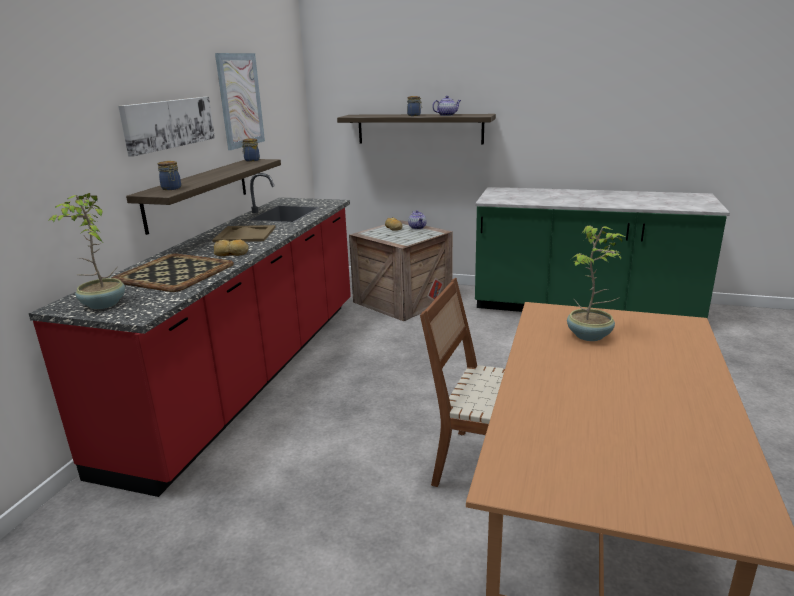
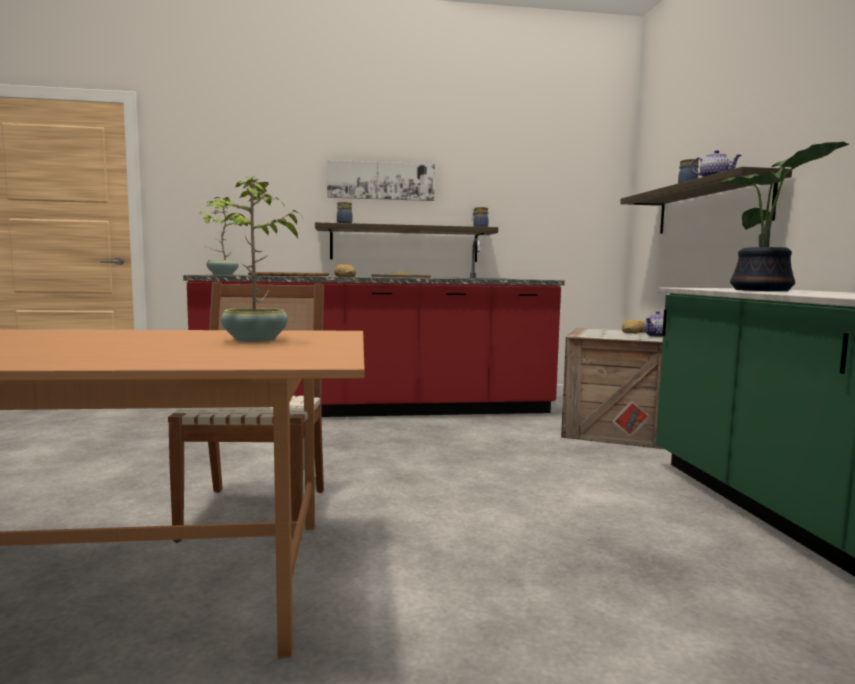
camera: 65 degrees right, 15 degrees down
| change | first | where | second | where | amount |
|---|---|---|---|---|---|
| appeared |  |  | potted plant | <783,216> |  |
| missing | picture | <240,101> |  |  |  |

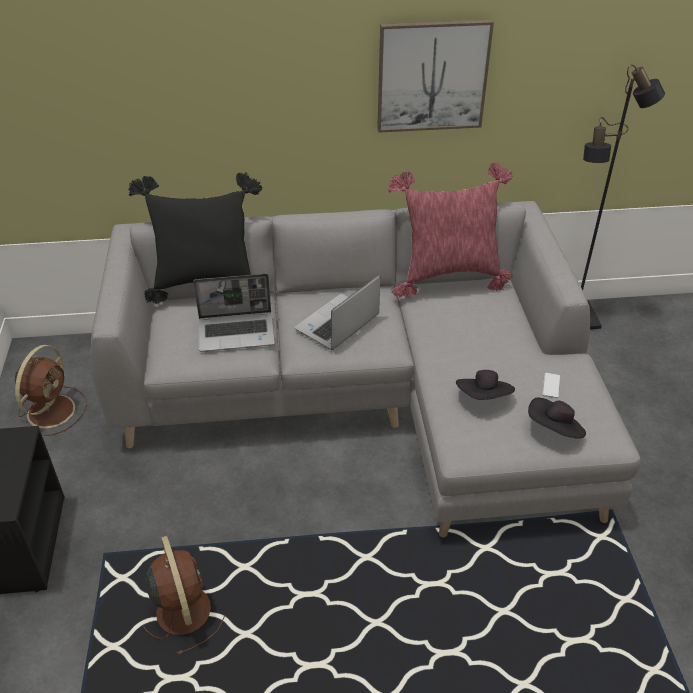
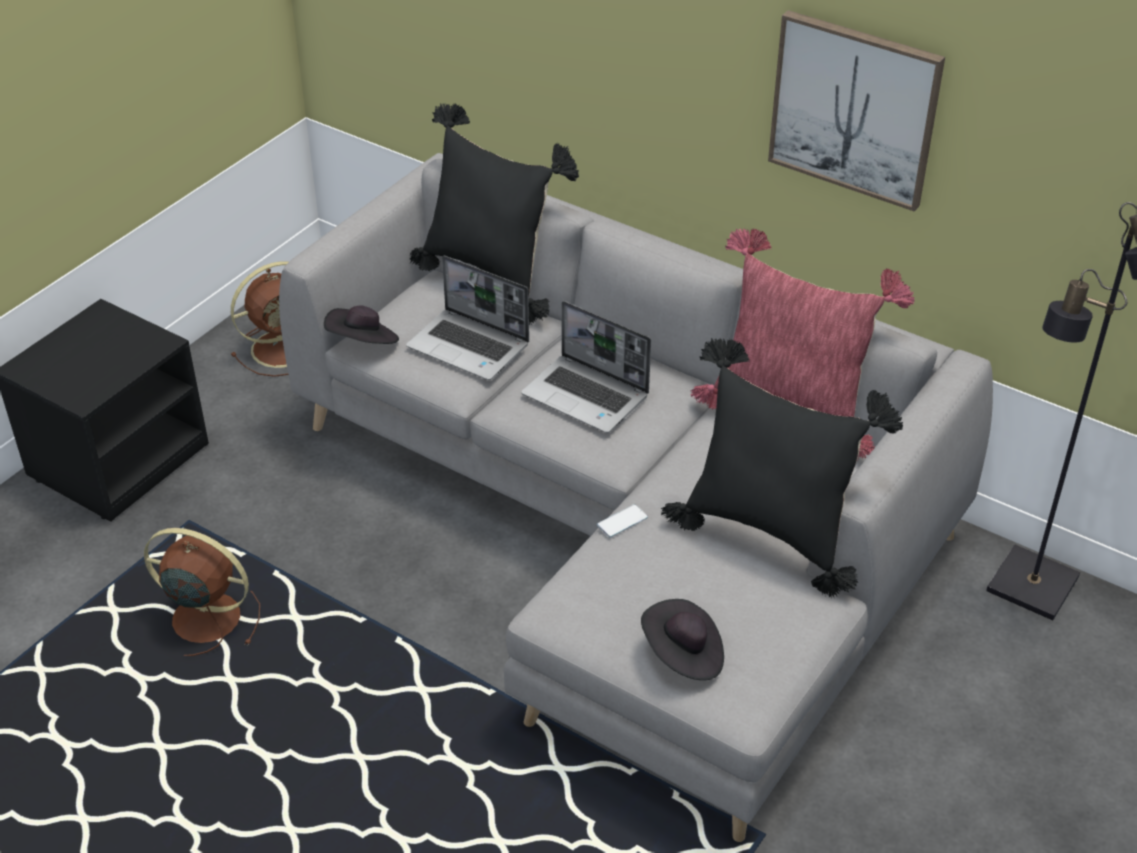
camera: 40 degrees right, 0 degrees up
| change | first | where | second | where | amount |
|---|---|---|---|---|---|
| spun | brown fan | <184,595> |  | <202,592> | 90 degrees counterclockwise |
| relocated | black hat | <485,385> |  | <361,324> |  |
| spun | laptop | <337,312> |  | <586,367> | 135 degrees counterclockwise |
| relocated | phone | <551,385> |  | <622,520> |  |
| appeared |  |  | black pillow | <782,468> |  |

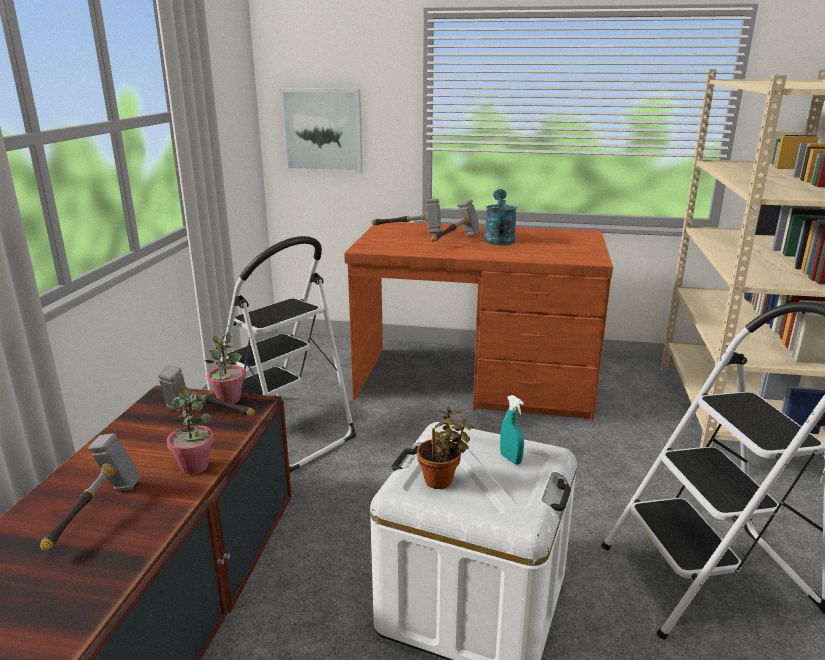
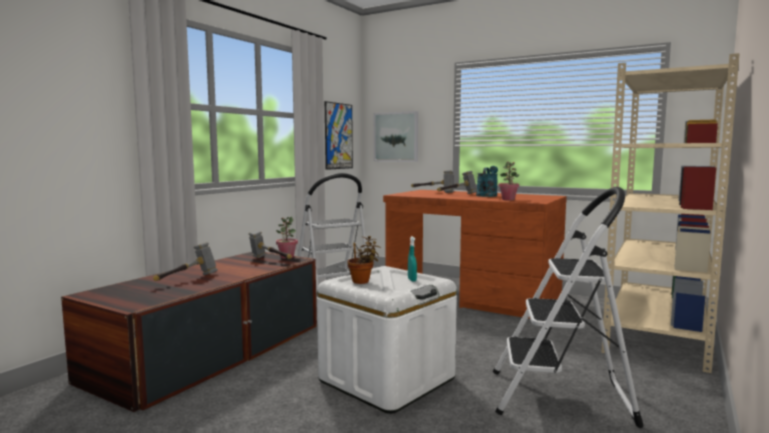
camera: 20 degrees right, 15 degrees down
| change | first | where | second | where | amount |
|---|---|---|---|---|---|
| appeared |  |  | picture | <339,135> |  |
| relocated | potted plant | <190,432> |  | <509,180> |  |

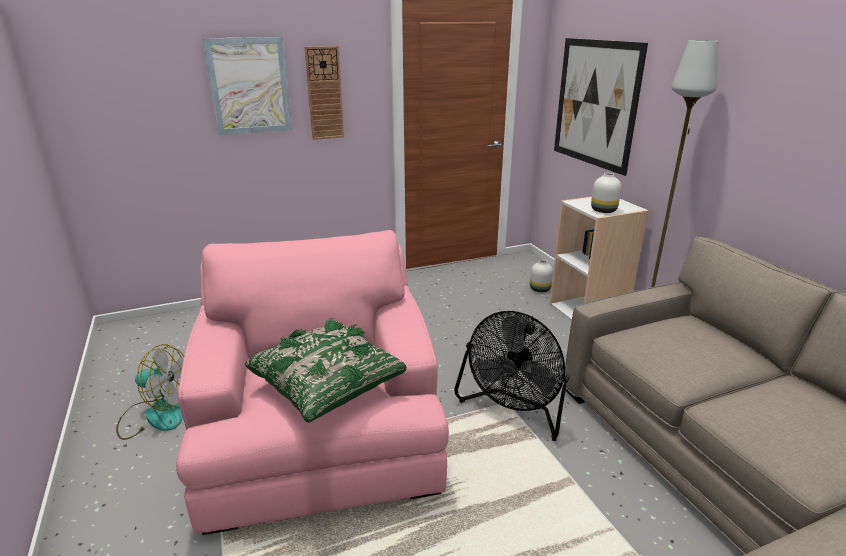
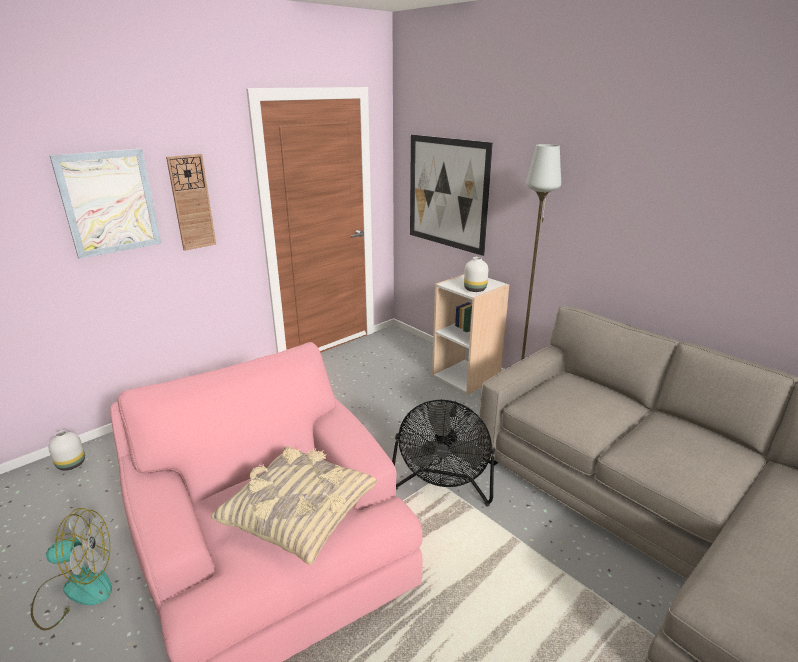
camera: 20 degrees left, 0 degrees up
| change | first | where | second | where | amount |
|---|---|---|---|---|---|
| relocated | white vase | <541,276> |  | <67,450> |  |
| colour | green pillow | <326,370> | beige pillow | <294,505> |  |

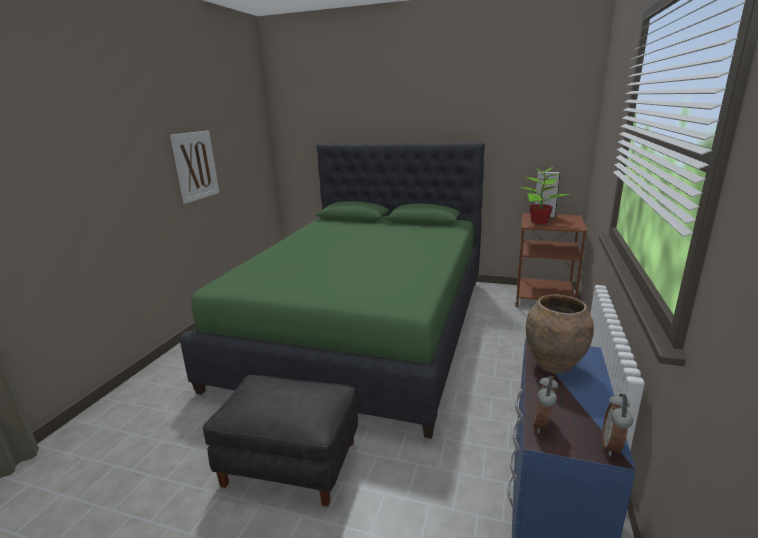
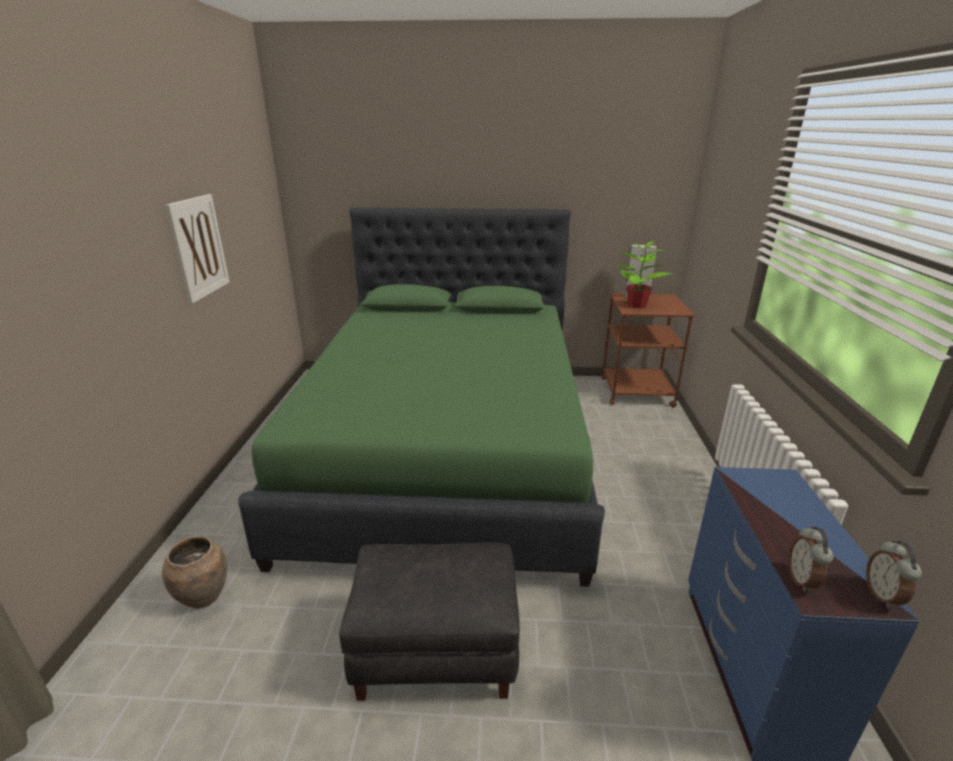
camera: 15 degrees left, 5 degrees up
| change | first | where | second | where | amount |
|---|---|---|---|---|---|
| relocated | brown vase | <560,334> |  | <194,572> |  |

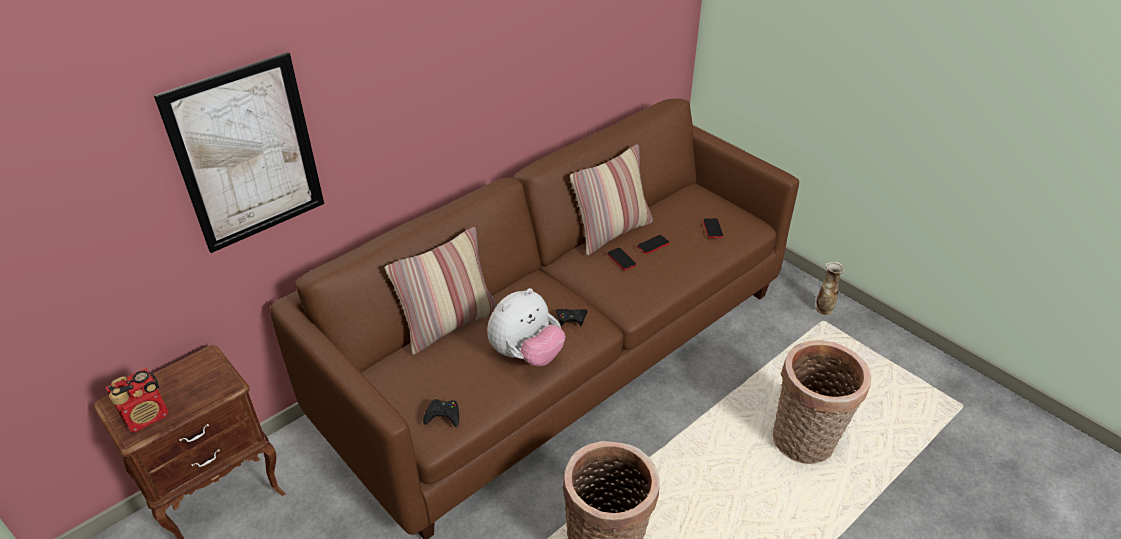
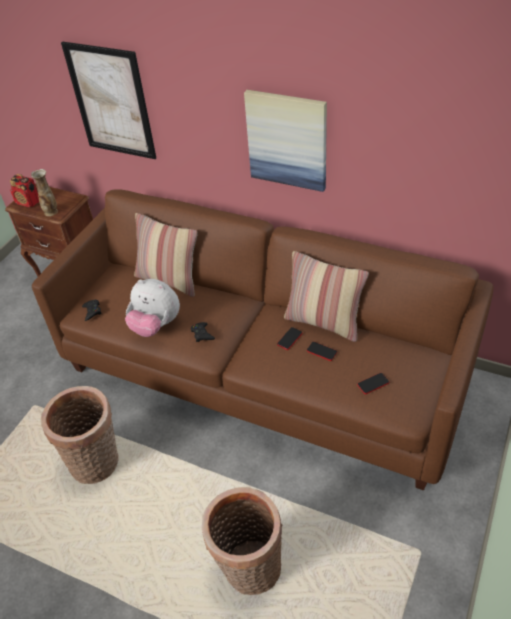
camera: 70 degrees right, 5 degrees up
| change | first | where | second | where | amount |
|---|---|---|---|---|---|
| relocated | vase | <830,288> |  | <44,192> |  |
| appeared |  |  | picture | <285,141> |  |

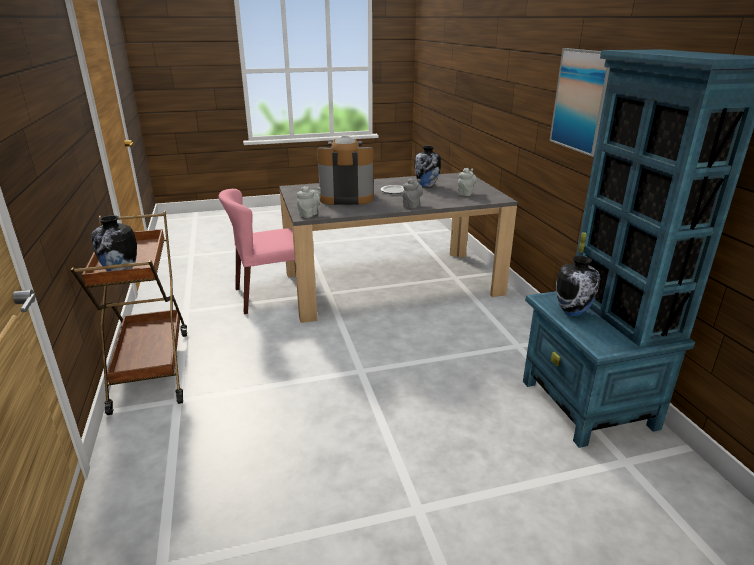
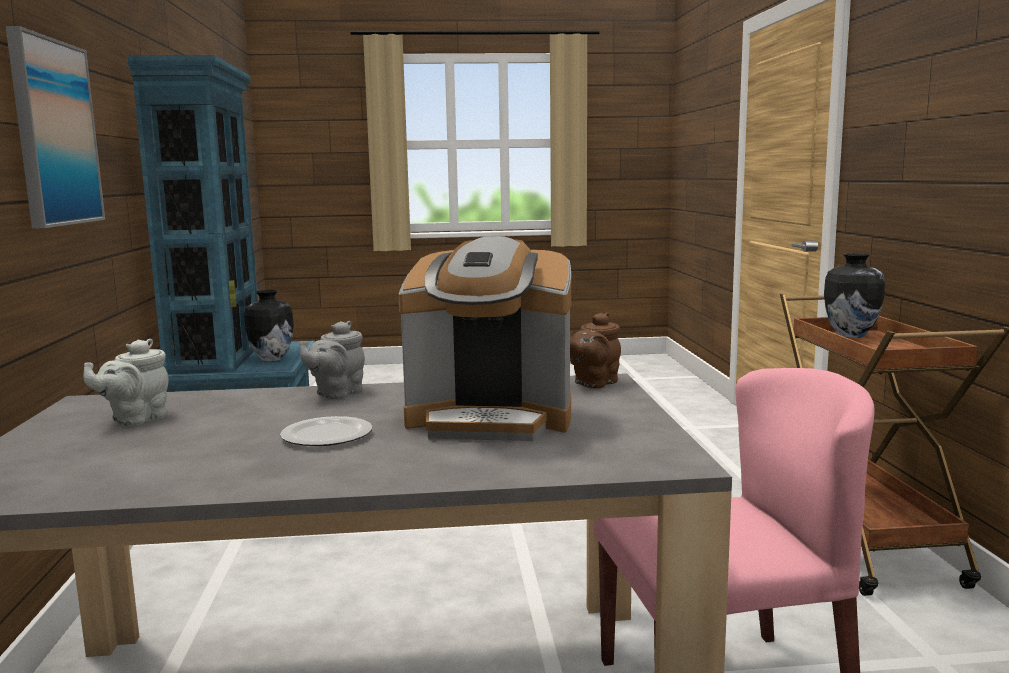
camera: 170 degrees left, 15 degrees down
| change | first | where | second | where | amount |
|---|---|---|---|---|---|
| colour | grey teapot | <309,202> | brown teapot | <595,350> |  |
| missing | vase | <427,166> |  |  |  |

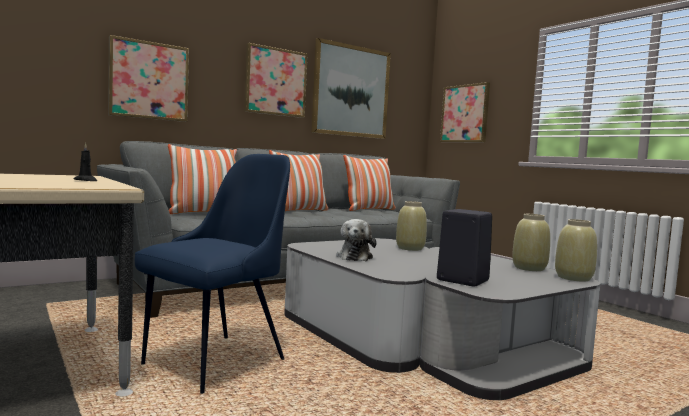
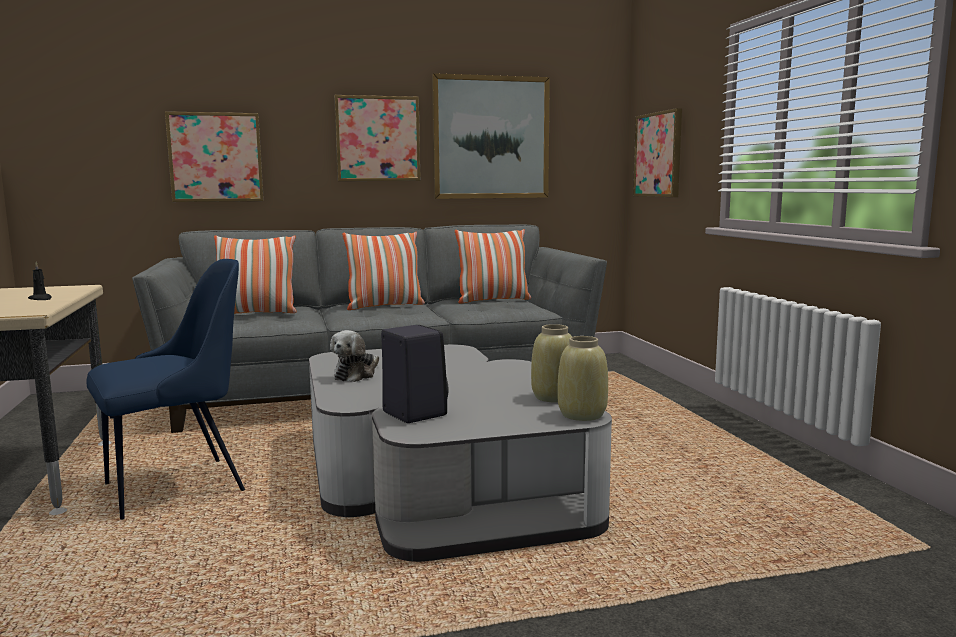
camera: 20 degrees right, 5 degrees up
| change | first | where | second | where | amount |
|---|---|---|---|---|---|
| missing | beige vase | <411,226> |  |  |  |

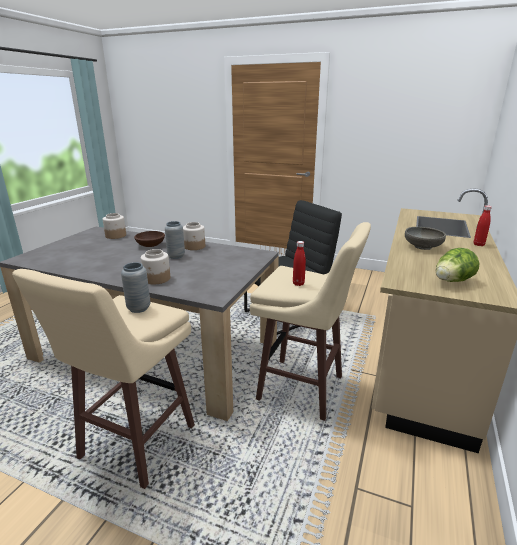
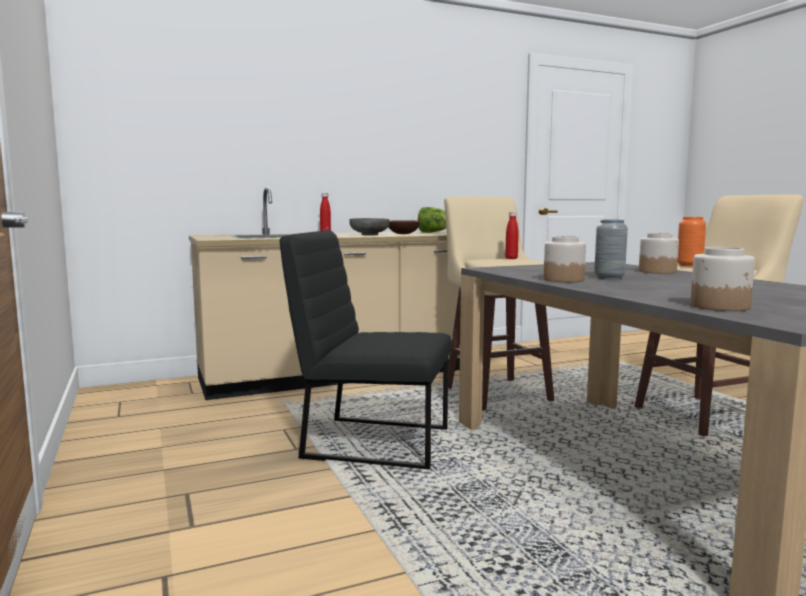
camera: 135 degrees left, 15 degrees down
| change | first | where | second | where | amount |
|---|---|---|---|---|---|
| relocated | brown bowl | <149,239> |  | <404,227> |  |
| colour | grey vase | <135,287> | orange vase | <692,242> |  |

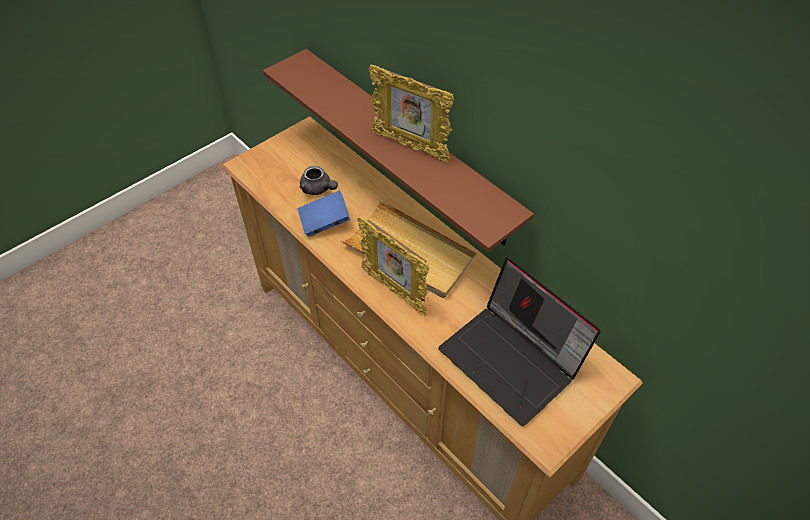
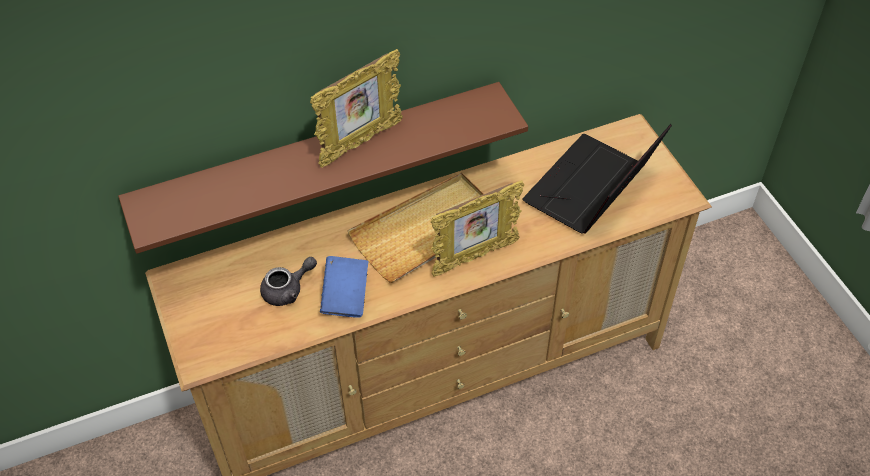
camera: 70 degrees left, 0 degrees up
| change | first | where | second | where | amount |
|---|---|---|---|---|---|
| spun | laptop | <519,341> |  | <597,179> | 150 degrees clockwise |

